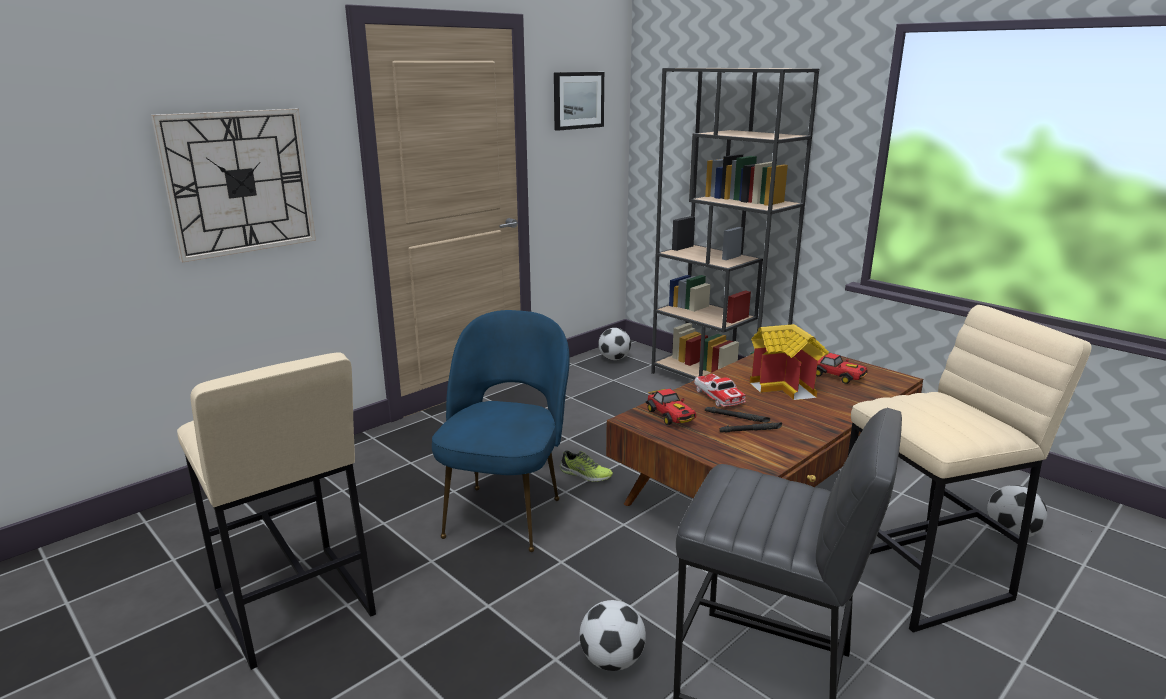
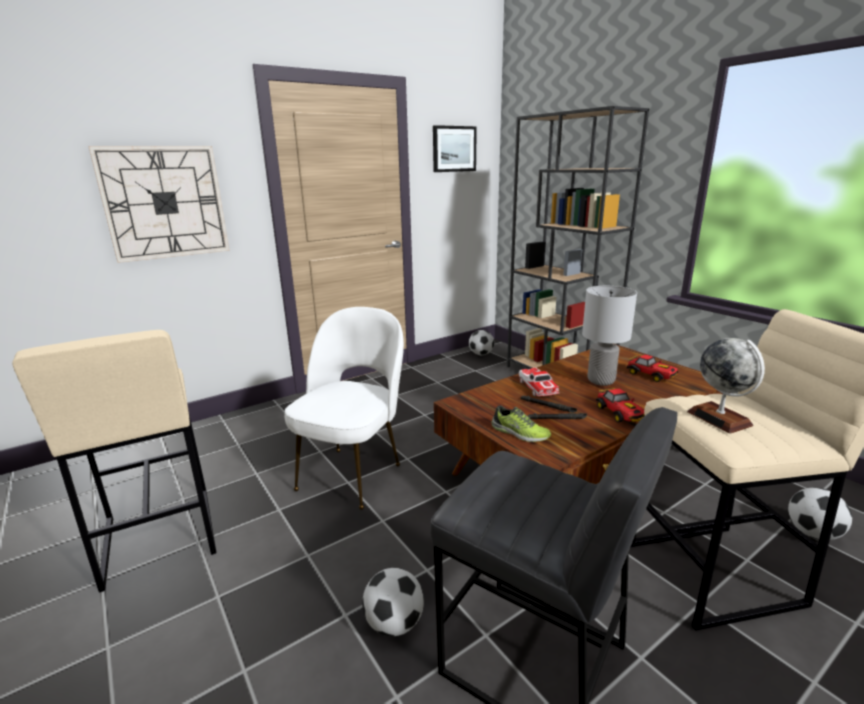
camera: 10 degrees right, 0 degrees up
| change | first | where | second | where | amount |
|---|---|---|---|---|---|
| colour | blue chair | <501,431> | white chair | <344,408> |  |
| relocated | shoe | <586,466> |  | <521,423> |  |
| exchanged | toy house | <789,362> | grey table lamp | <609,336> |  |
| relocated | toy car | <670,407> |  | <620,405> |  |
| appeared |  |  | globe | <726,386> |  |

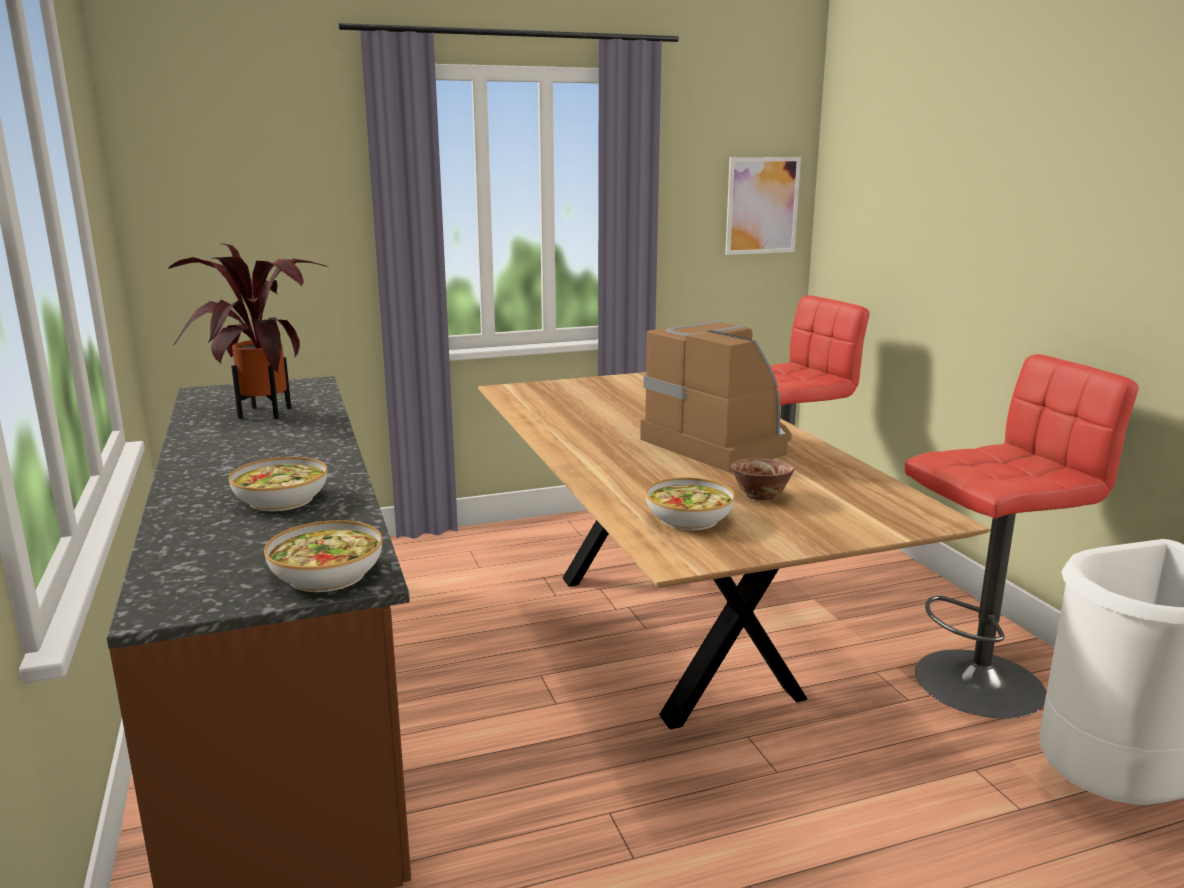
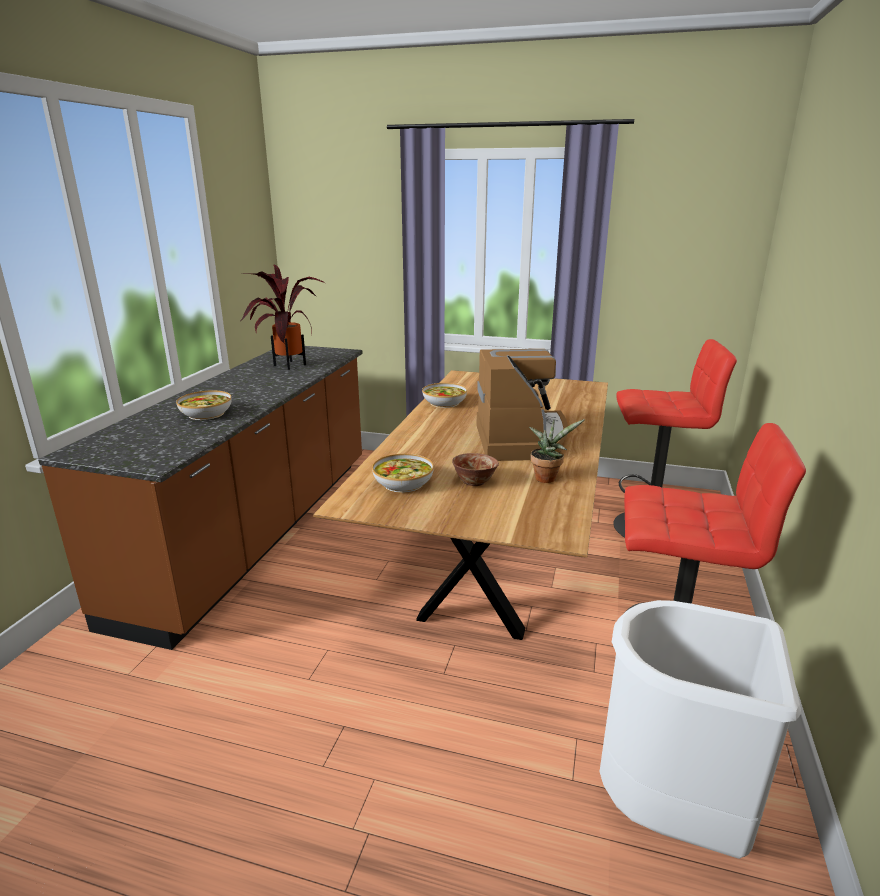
camera: 35 degrees right, 5 degrees up
| change | first | where | second | where | amount |
|---|---|---|---|---|---|
| relocated | bowl | <323,556> |  | <444,395> |  |
| appeared |  |  | potted plant | <557,451> |  |
| missing | picture | <763,206> |  |  |  |

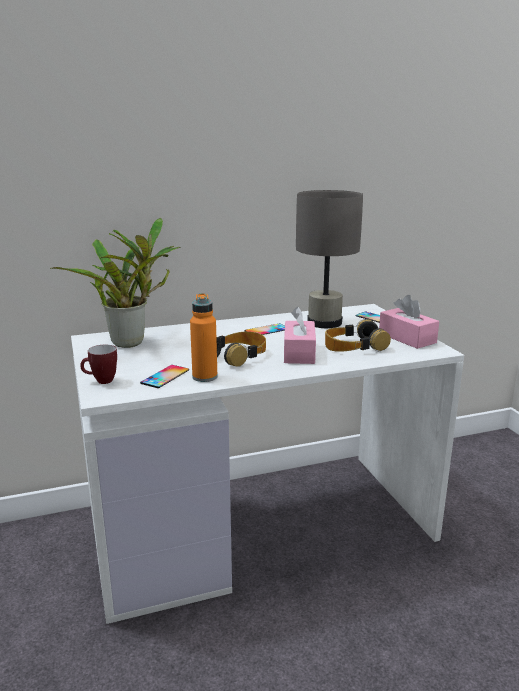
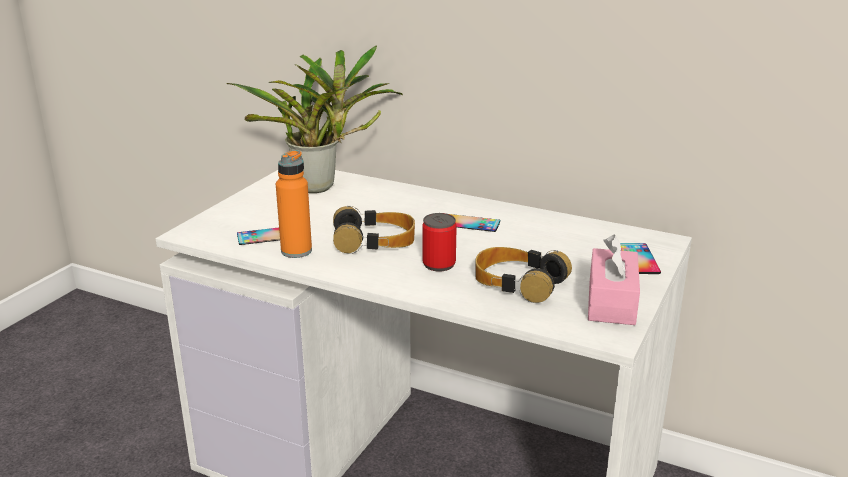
camera: 45 degrees right, 5 degrees up
| change | first | where | second | where | amount |
|---|---|---|---|---|---|
| exchanged | pink tissue box | <300,335> | can | <439,242> |  |
| missing | mug | <98,364> |  |  |  |
| missing | grey table lamp | <329,259> |  |  |  |

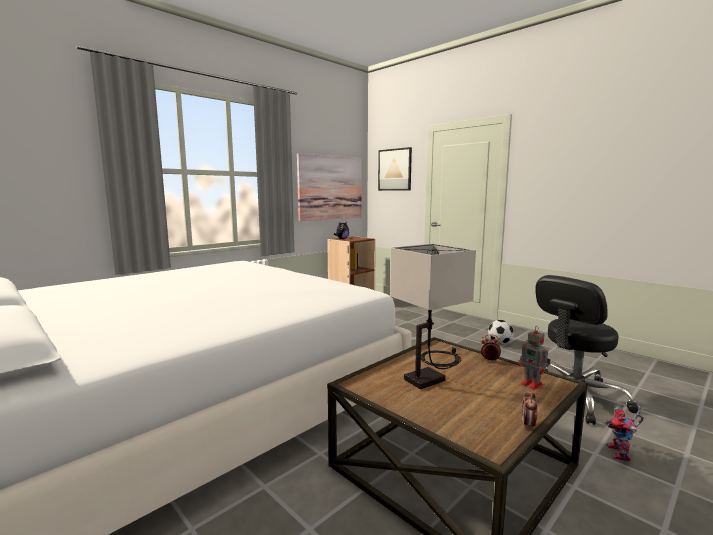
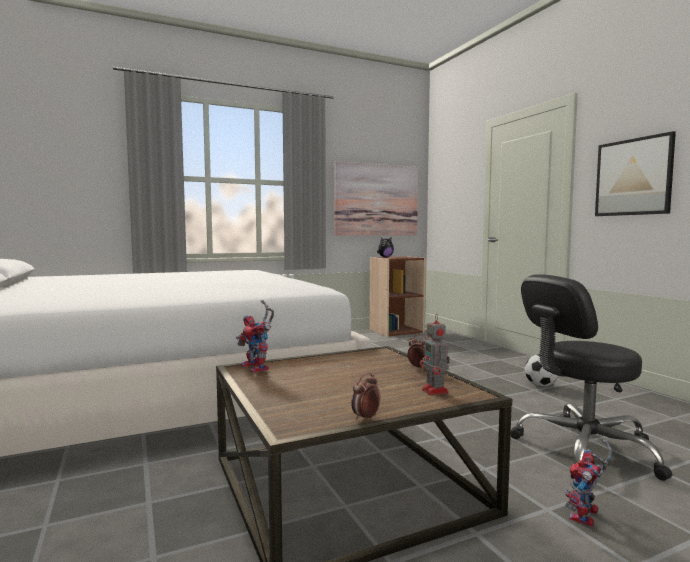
camera: 20 degrees right, 5 degrees down
| change | first | where | second | where | amount |
|---|---|---|---|---|---|
| appeared |  |  | toy robot | <255,336> |  |
| relocated | picture | <395,169> |  | <635,173> |  |
| missing | table lamp | <433,316> |  |  |  |

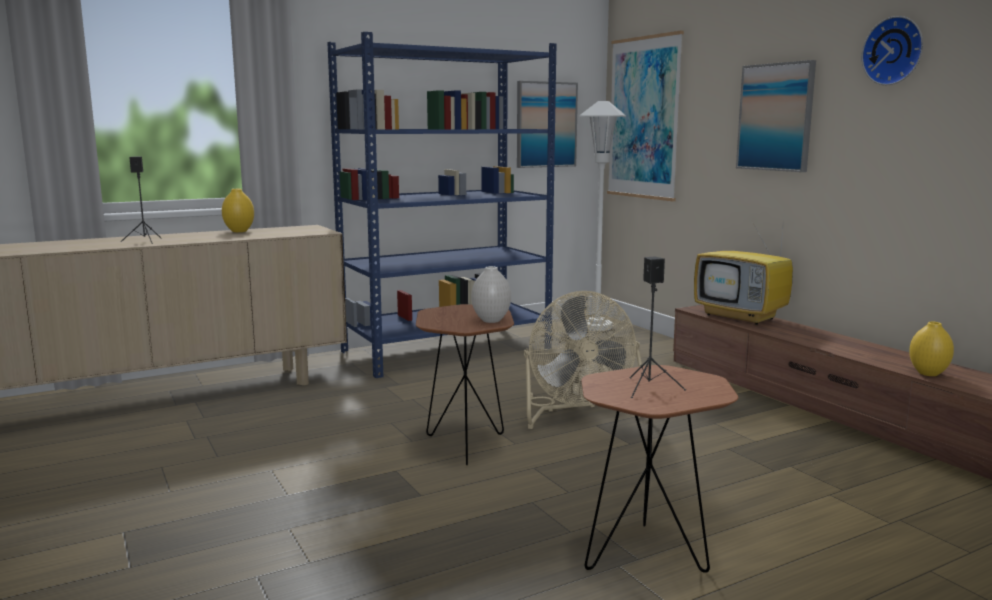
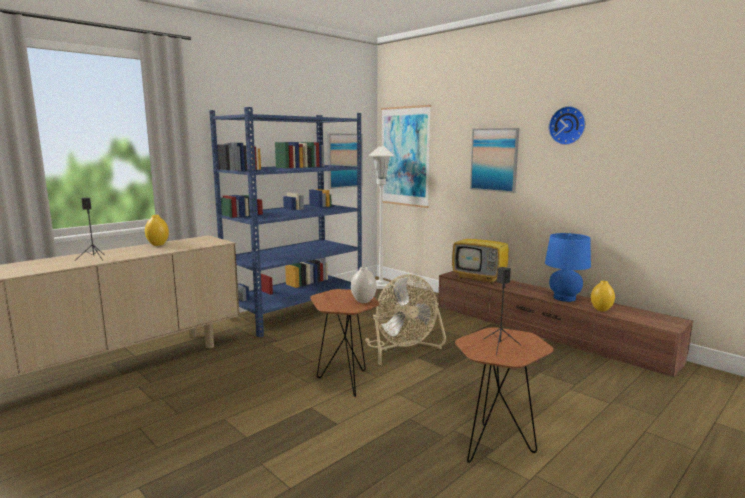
camera: 15 degrees left, 0 degrees up
| change | first | where | second | where | amount |
|---|---|---|---|---|---|
| appeared |  |  | blue table lamp | <568,267> |  |

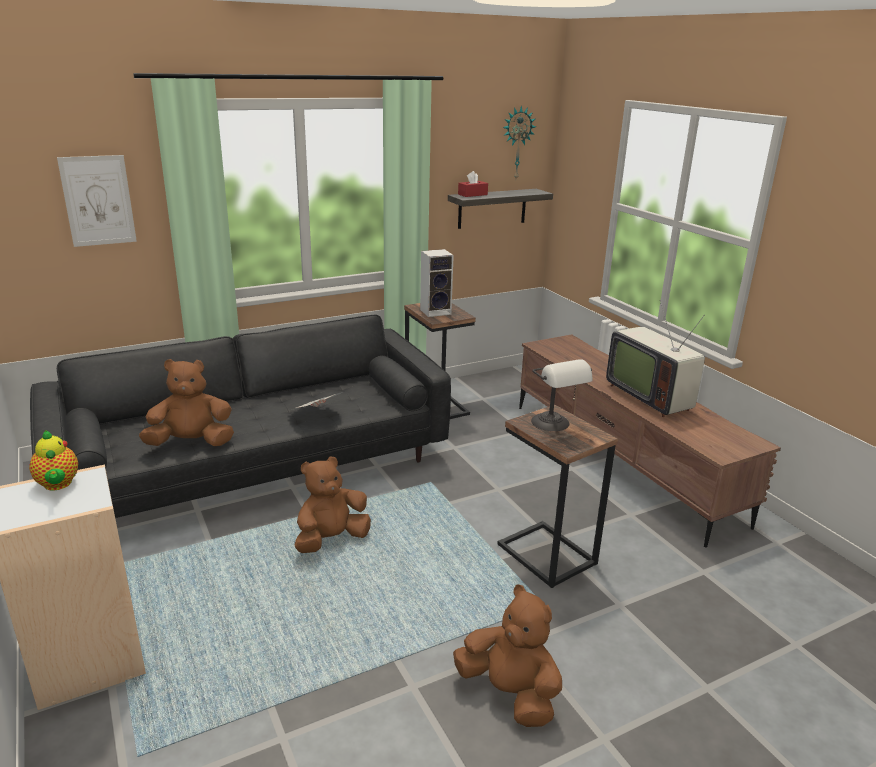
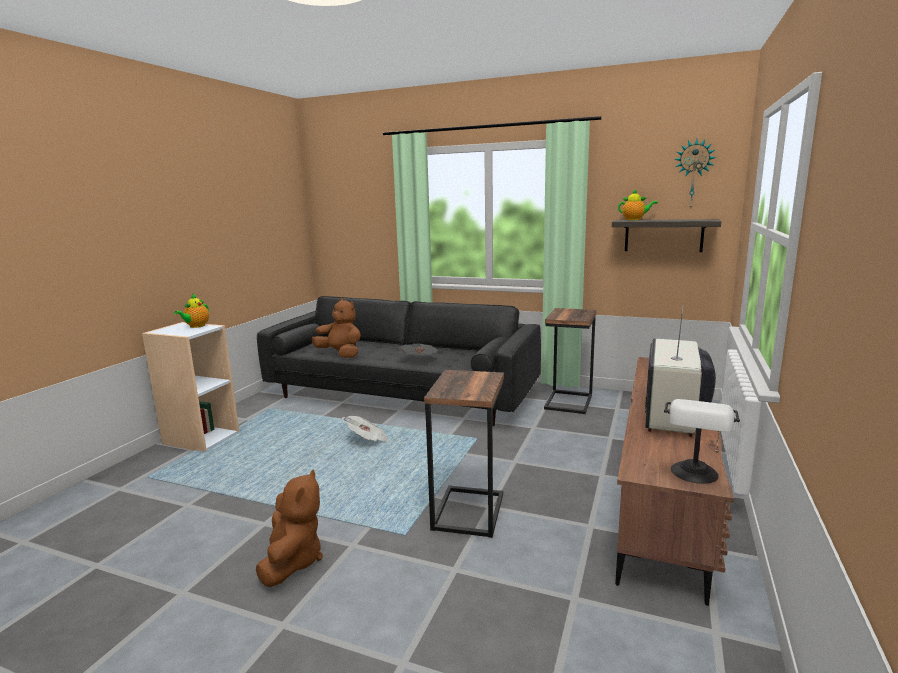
camera: 50 degrees right, 10 degrees down
| change | first | where | second | where | amount |
|---|---|---|---|---|---|
| exchanged | brown plush toy | <332,504> | newspaper | <365,429> |  |
| exchanged | red tissue box | <473,184> | teapot | <638,204> |  |
| relocated | table lamp | <562,395> |  | <702,441> |  |
| missing | picture | <97,201> |  |  |  |
| missing | speaker | <437,283> |  |  |  |

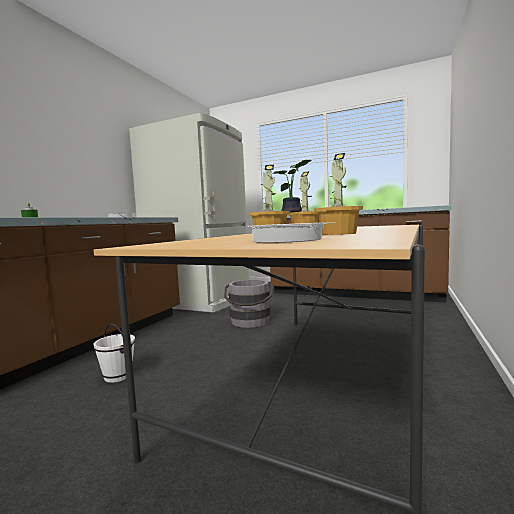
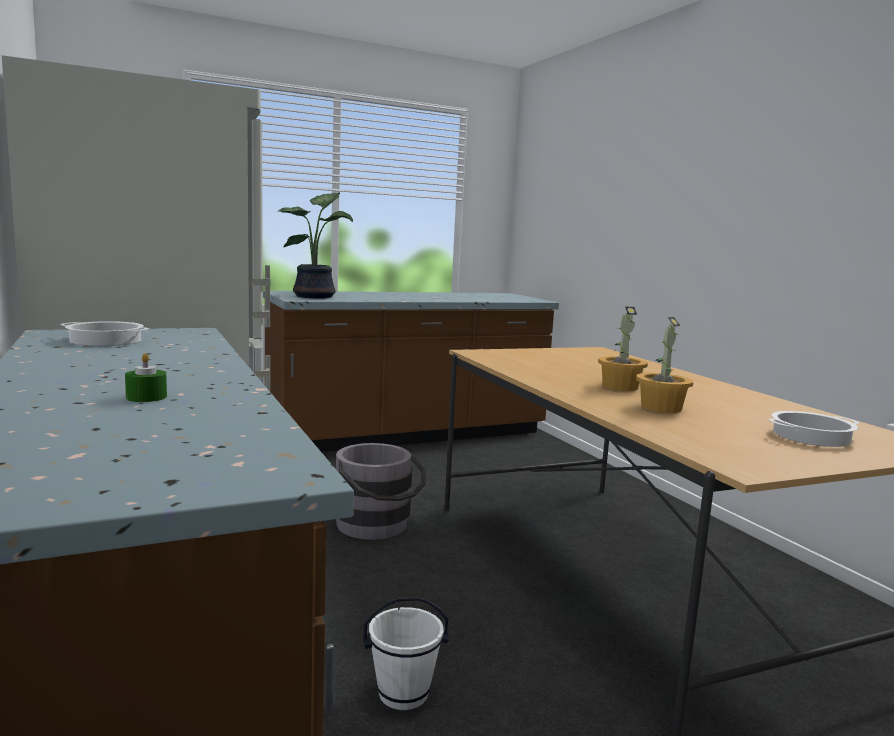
camera: 50 degrees left, 5 degrees up
| change | first | where | second | where | amount |
|---|---|---|---|---|---|
| missing | potted plant | <338,194> |  |  |  |

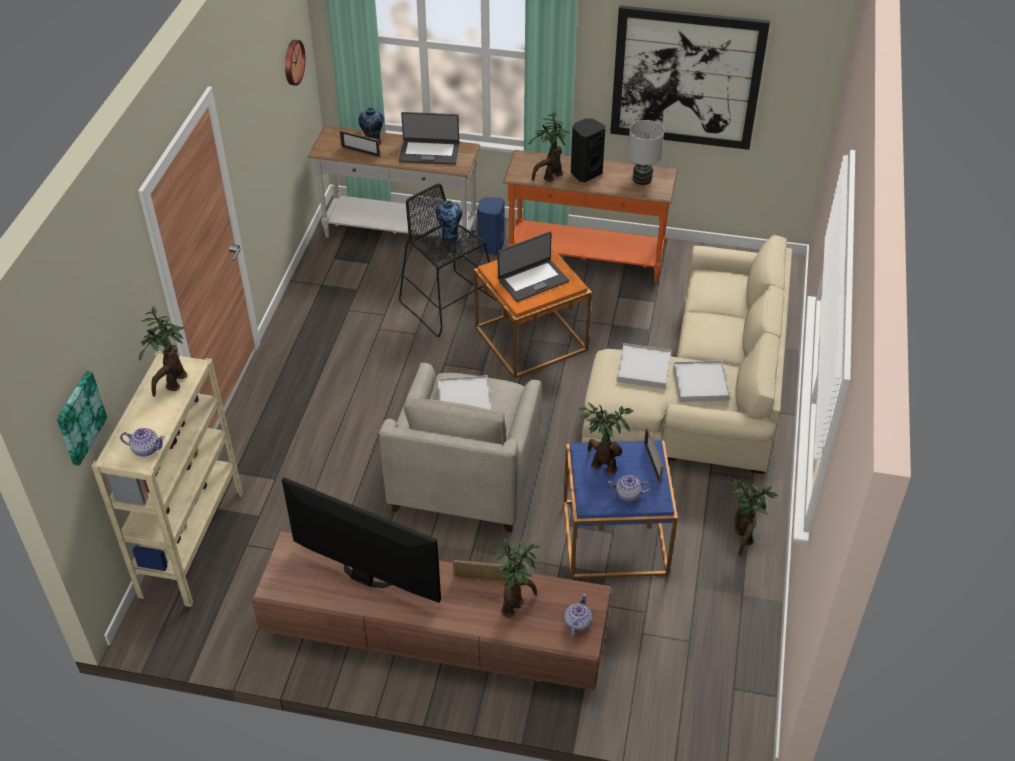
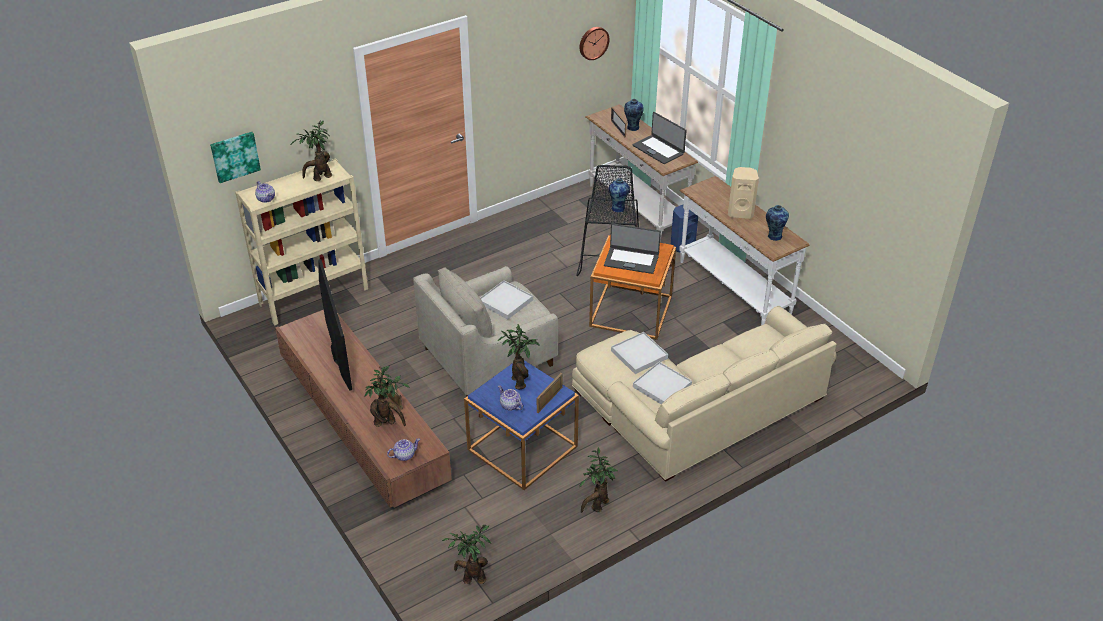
camera: 45 degrees right, 5 degrees down
| change | first | where | second | where | amount |
|---|---|---|---|---|---|
| relocated | potted plant | <548,146> |  | <466,554> |  |
| colour | orange console table | <590,216> | white console table | <744,250> |  |
| colour | black speaker | <588,150> | beige speaker | <743,193> |  |
| exchanged | grey table lamp | <646,152> | vase | <777,223> |  |
| missing | picture | <690,77> |  |  |  |

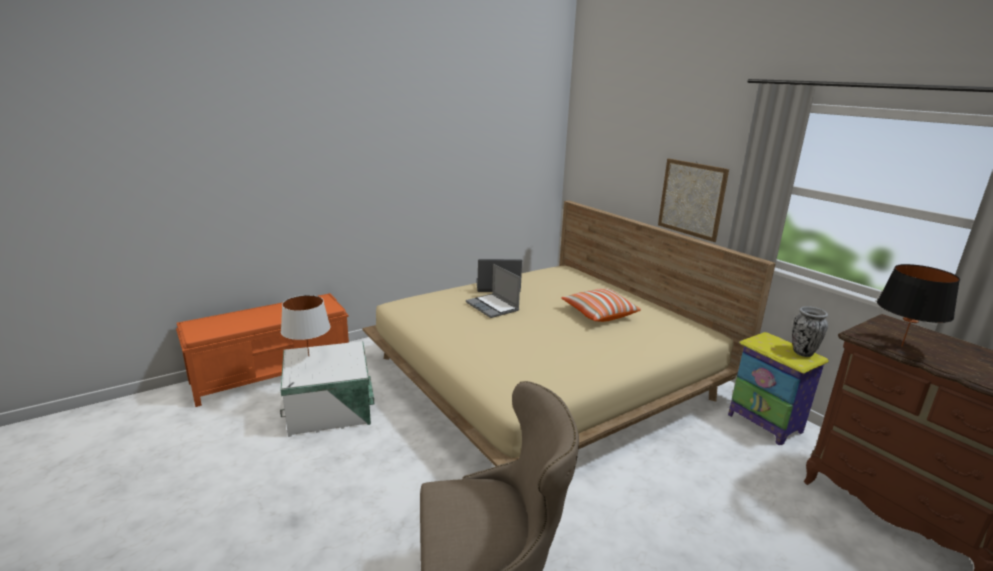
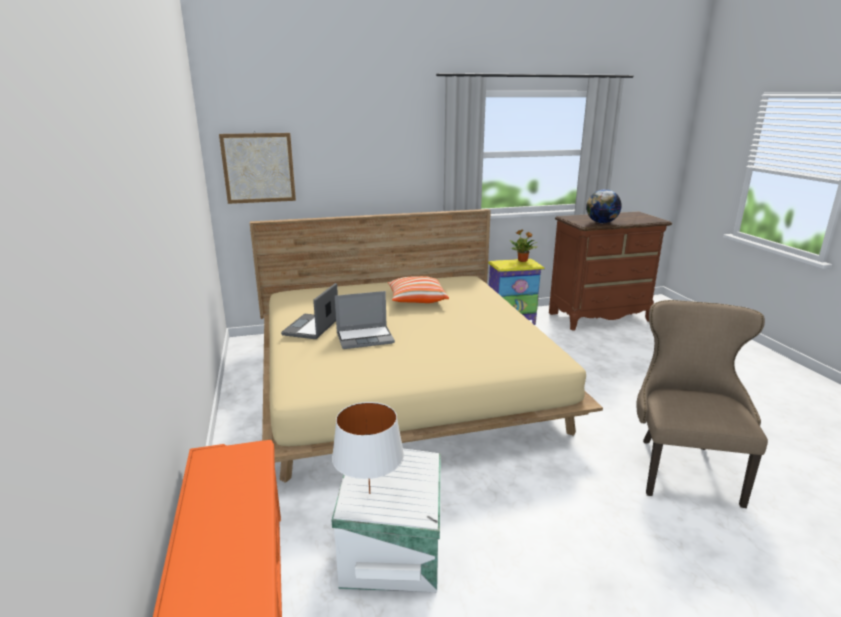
camera: 70 degrees left, 0 degrees up
| change | first | where | second | where | amount |
|---|---|---|---|---|---|
| relocated | picture | <693,200> |  | <257,168> |  |
| exchanged | vase | <810,331> | potted plant | <523,246> |  |
| exchanged | black table lamp | <918,305> | globe | <604,206> |  |

